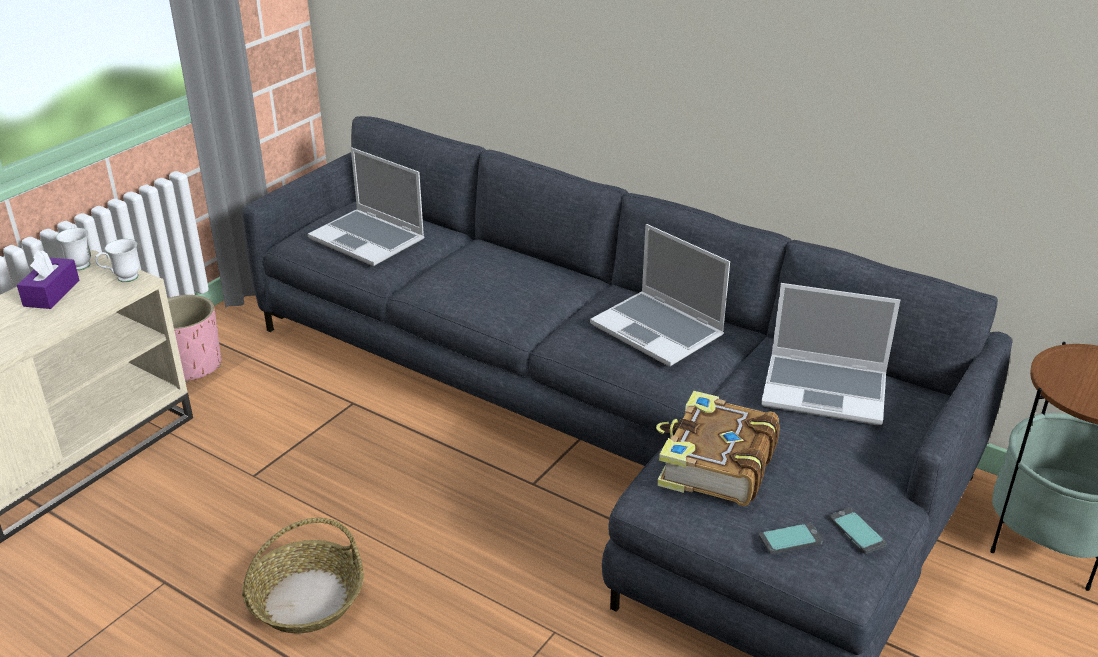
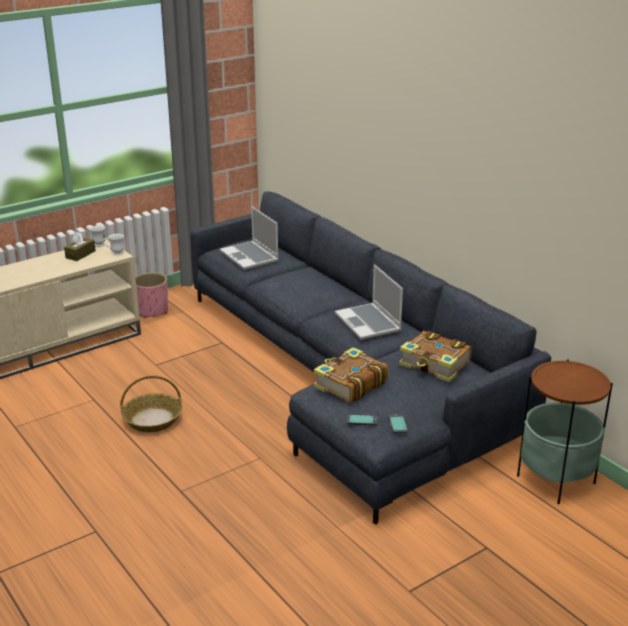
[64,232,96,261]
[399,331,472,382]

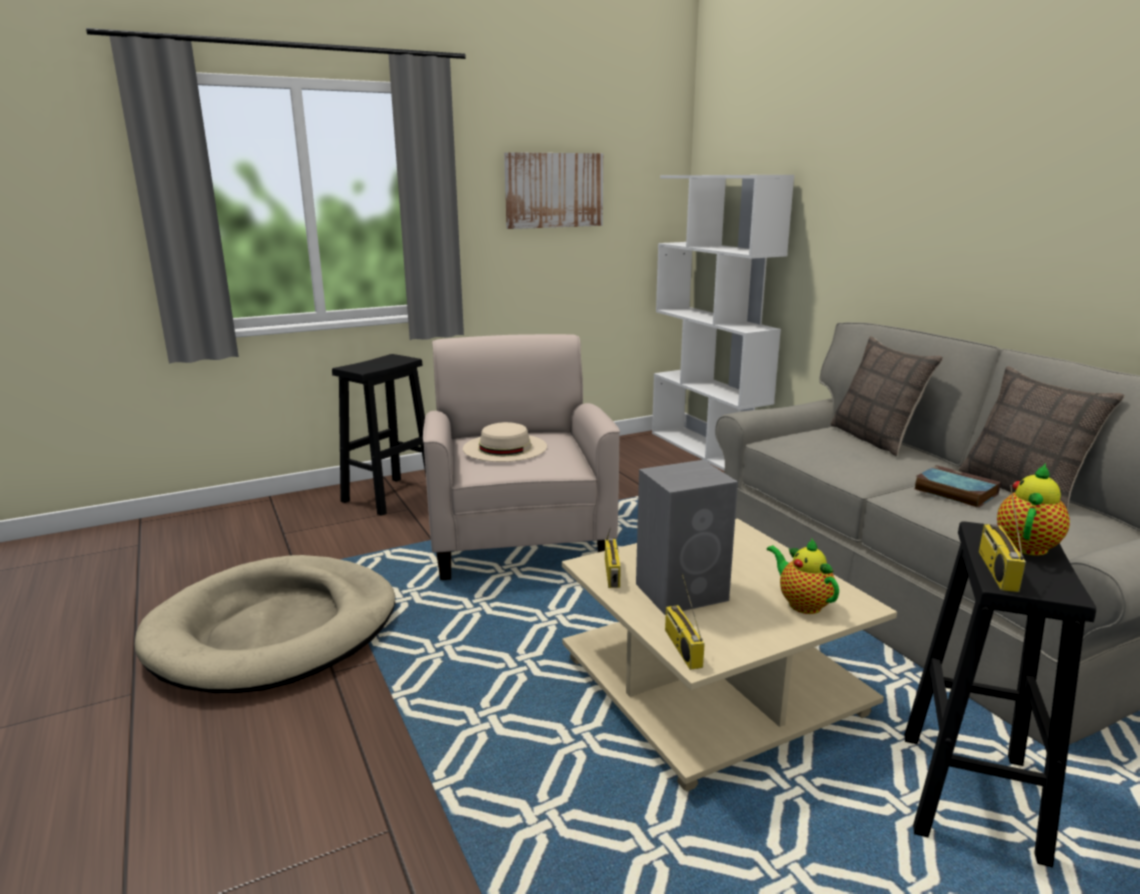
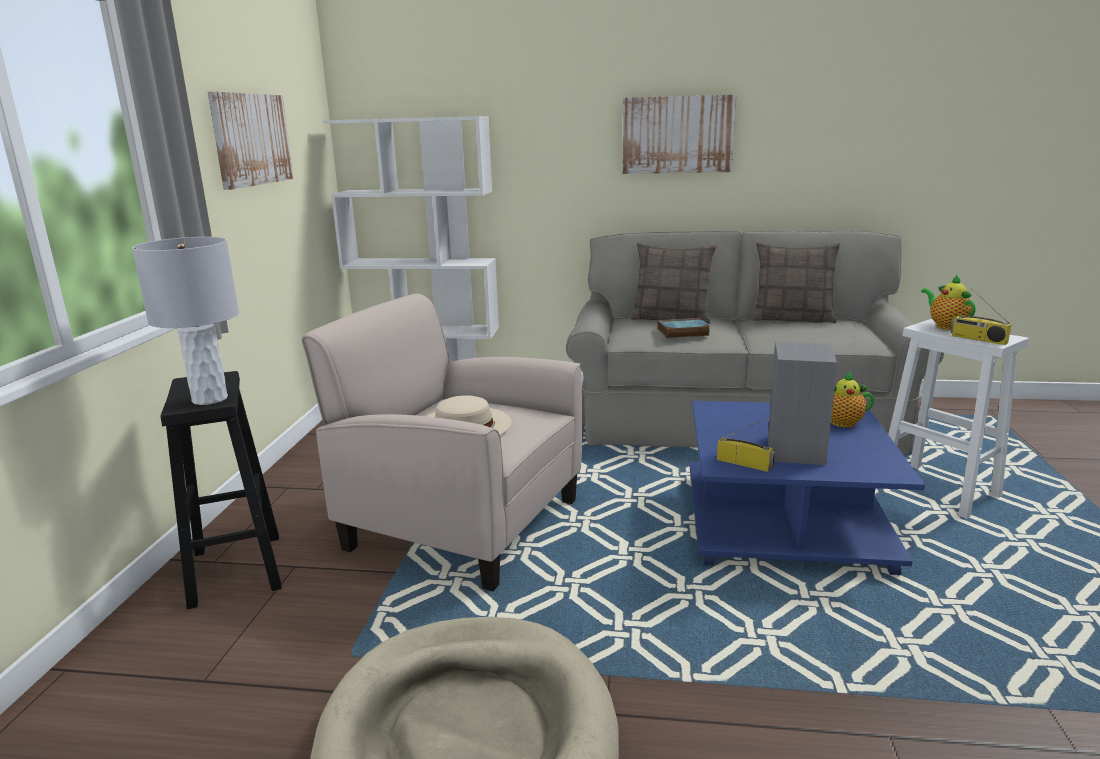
[690,401,925,576]
[665,573,705,670] (first image)
[888,319,1029,519]
[657,318,710,338]
[132,237,239,405]
[623,94,736,174]

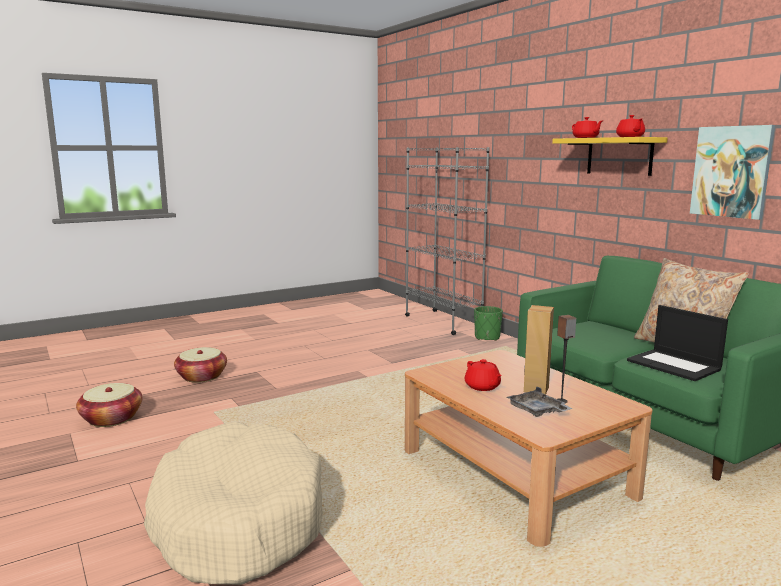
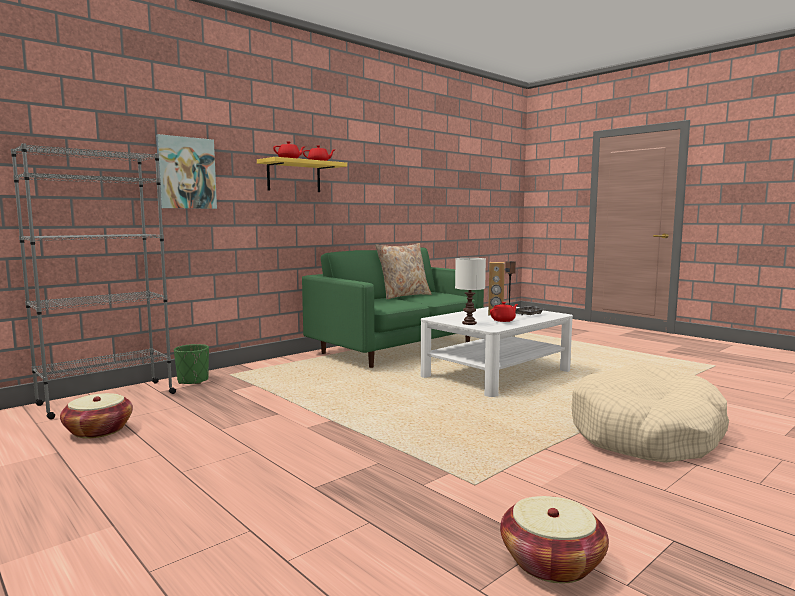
[60,393,133,439]
[421,307,573,397]
[627,305,728,381] (first image)
[156,134,217,209]
[455,258,486,325]

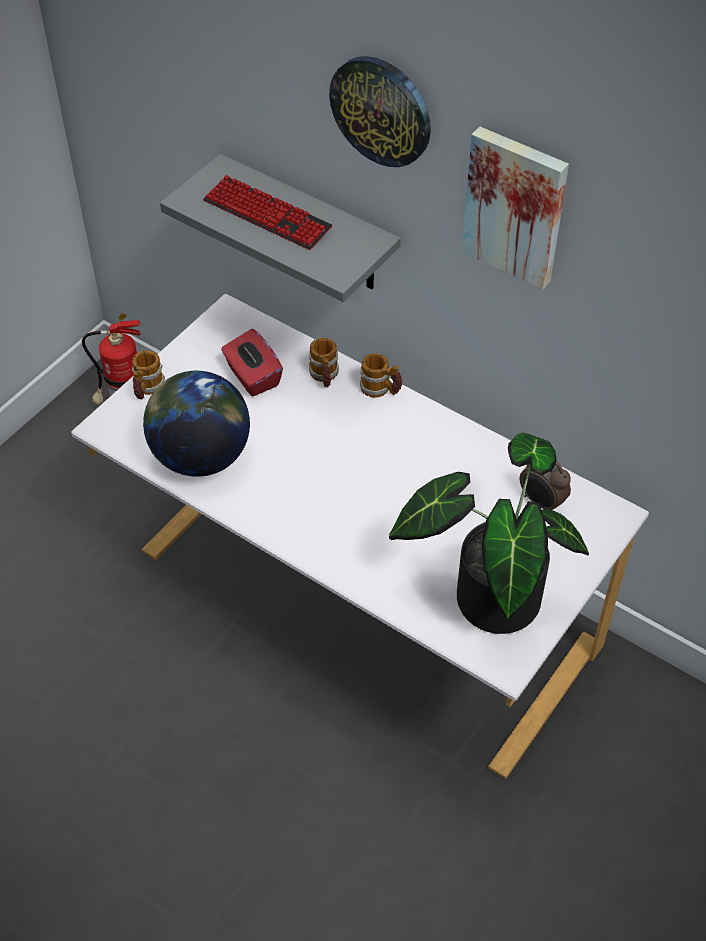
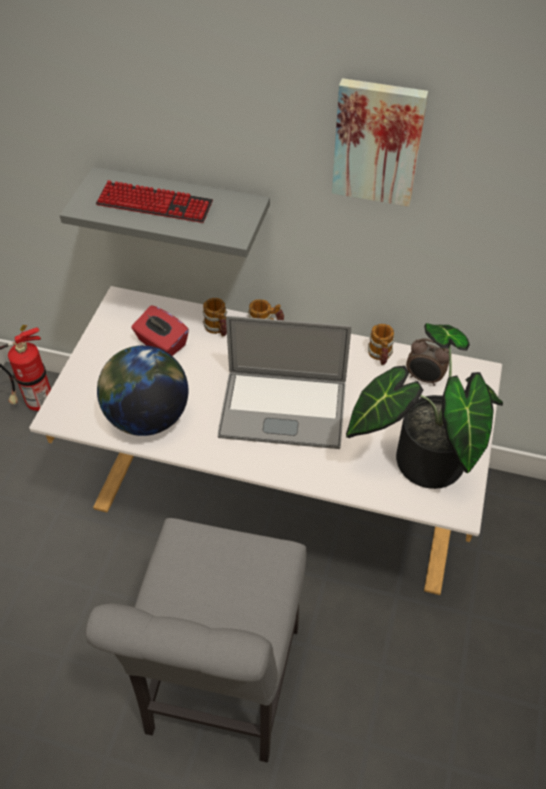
[368,324,394,365]
[329,56,431,167] (first image)
[85,518,306,763]
[218,316,351,449]

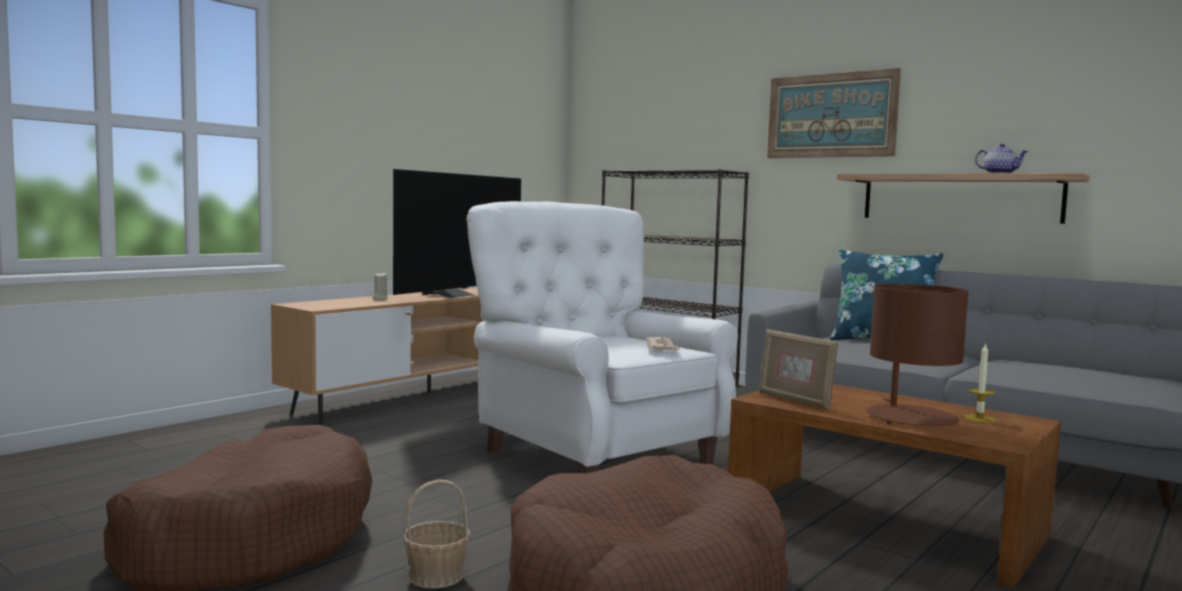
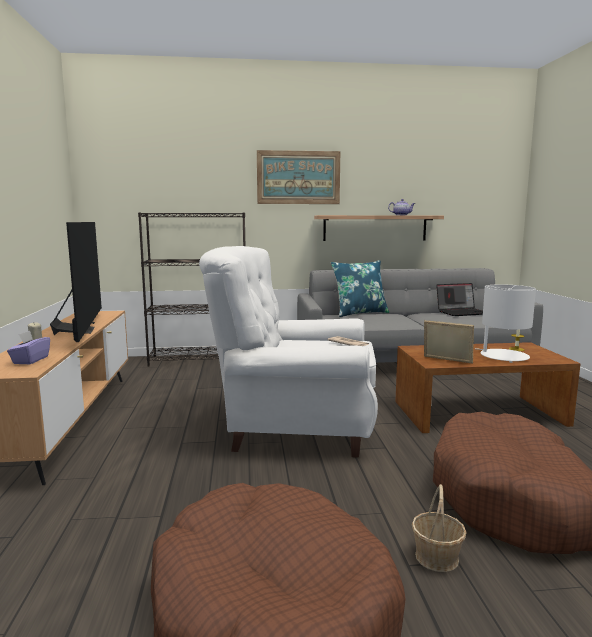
[424,320,474,364]
[475,284,536,363]
[7,331,50,364]
[436,283,483,316]

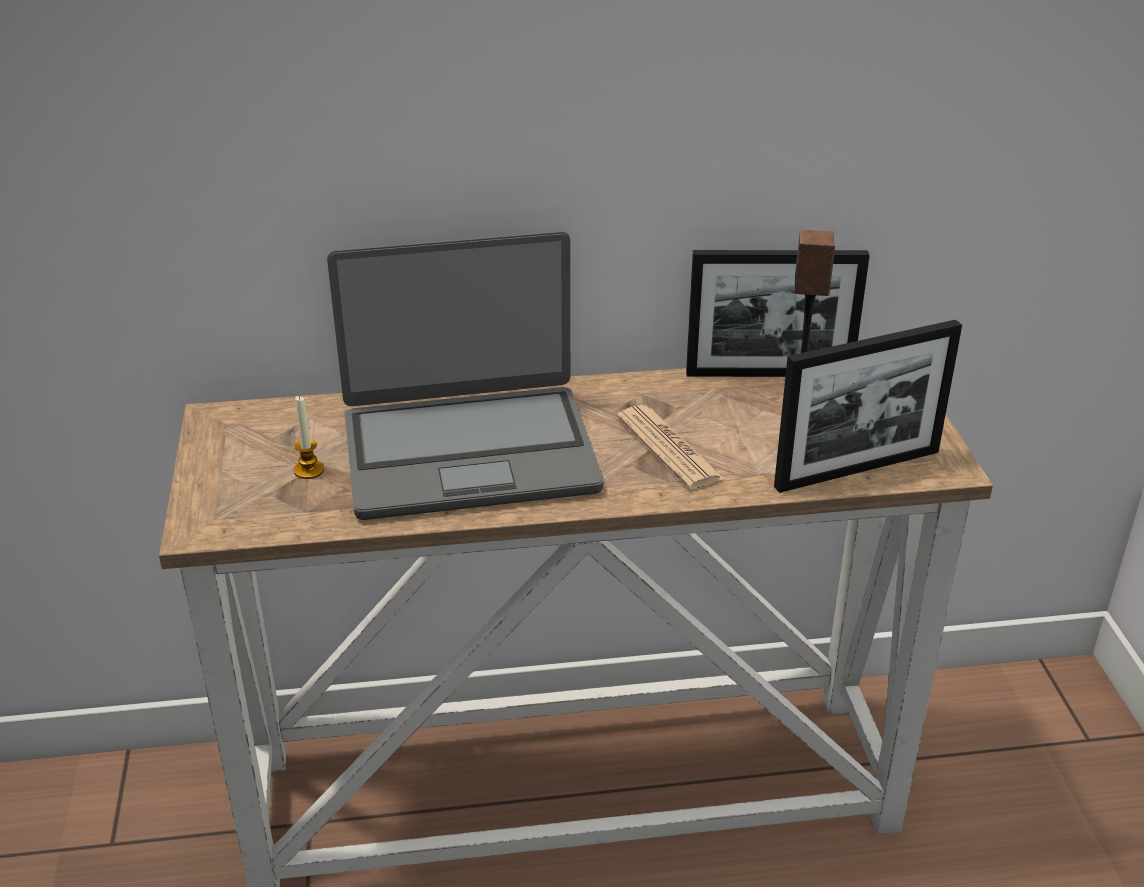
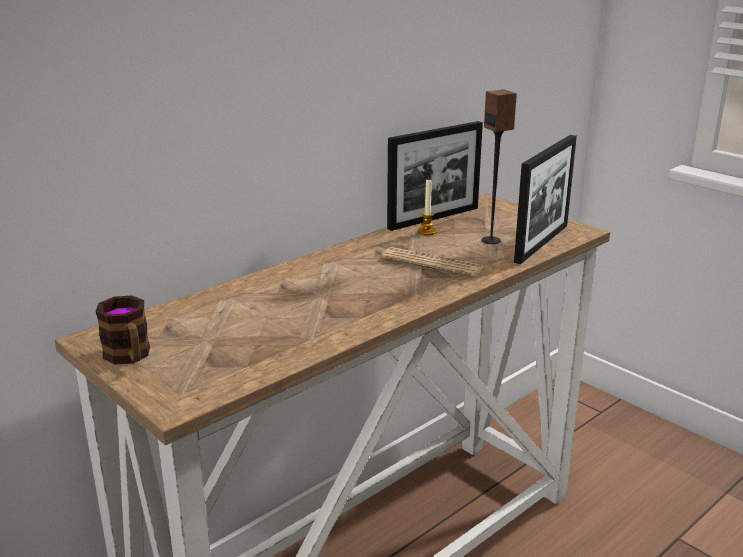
[418,180,437,235]
[327,231,603,520] (first image)
[95,296,150,365]

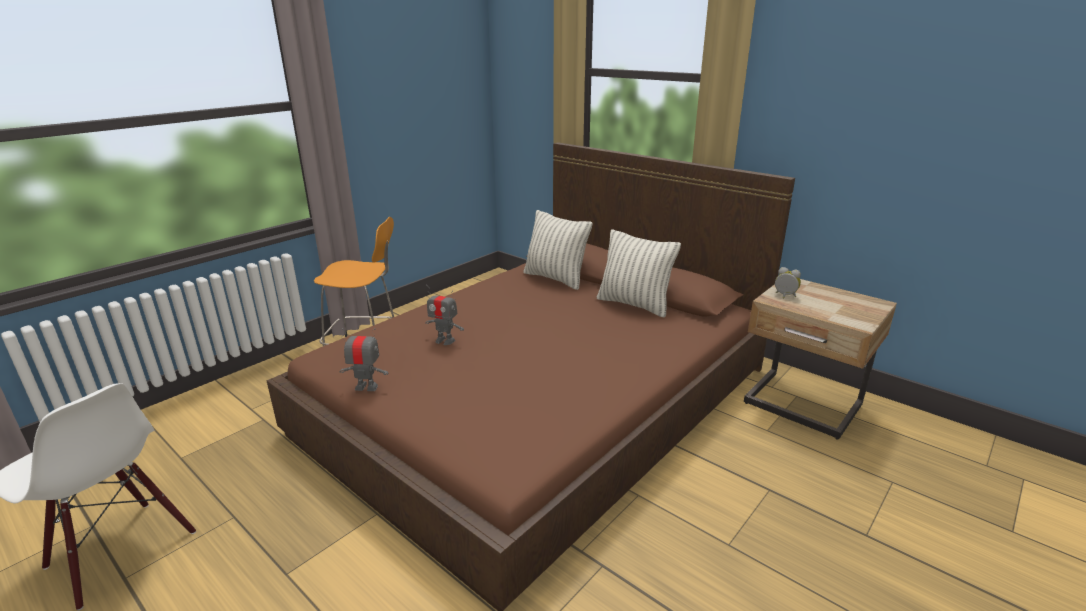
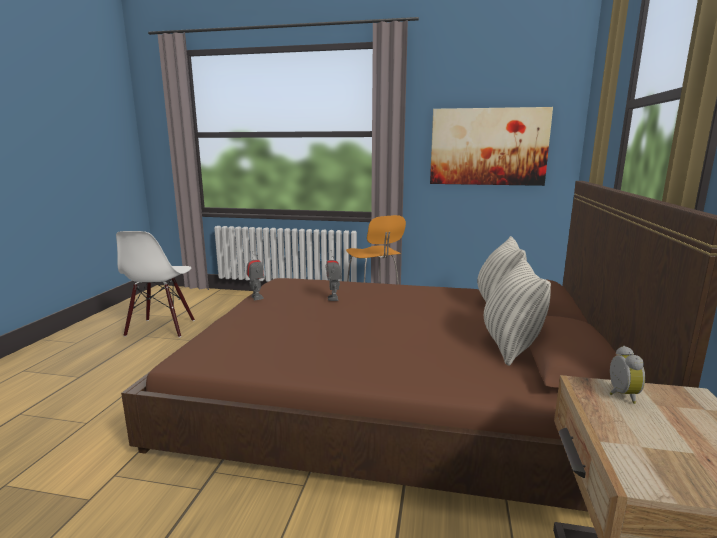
[430,107,553,186]

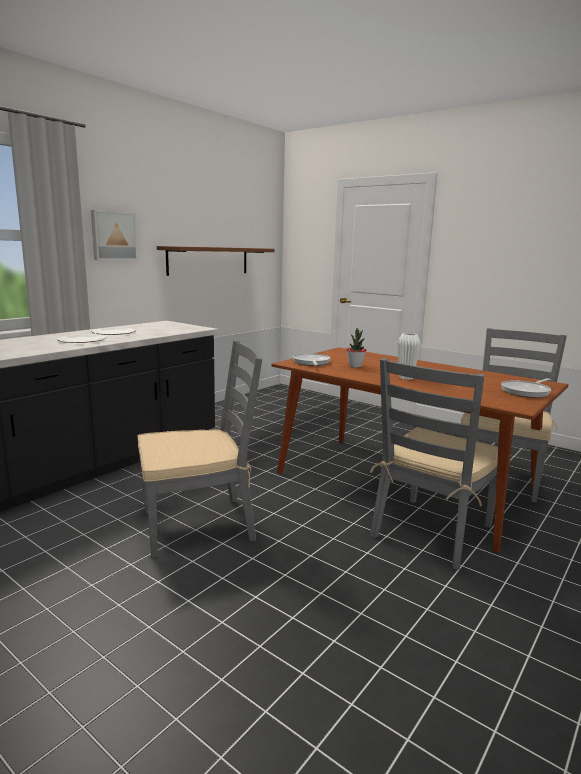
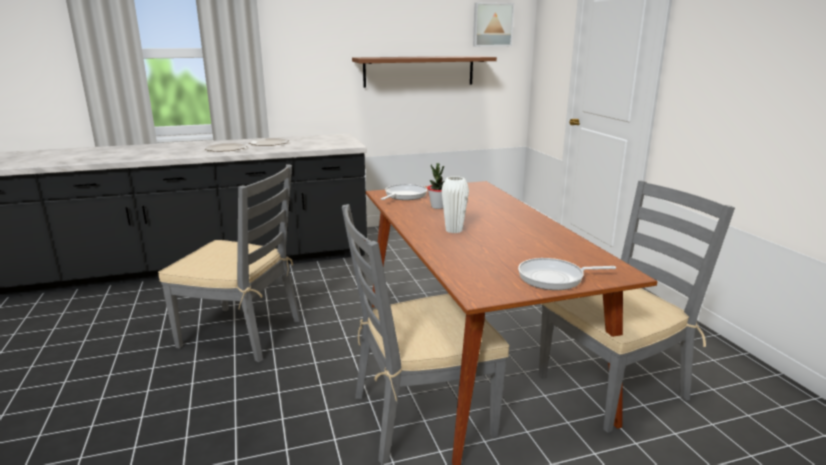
[473,3,514,47]

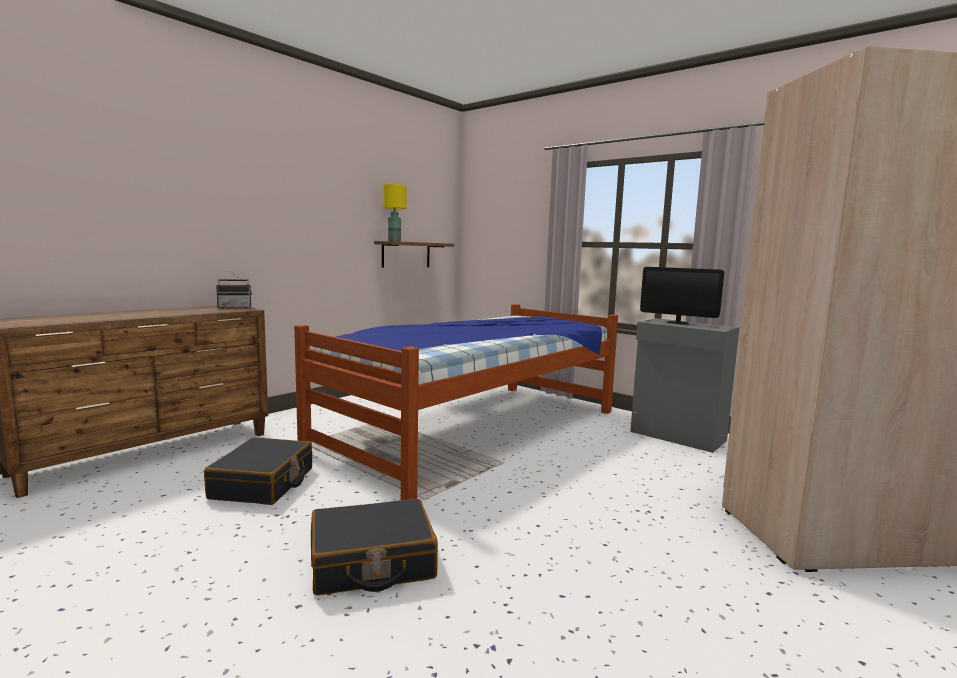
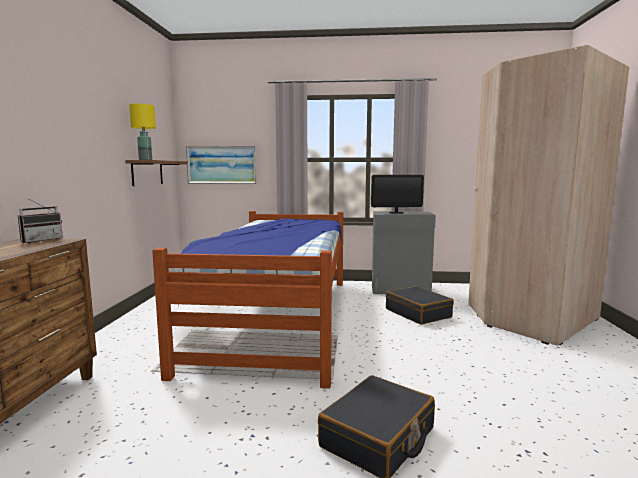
[386,286,454,325]
[186,146,257,184]

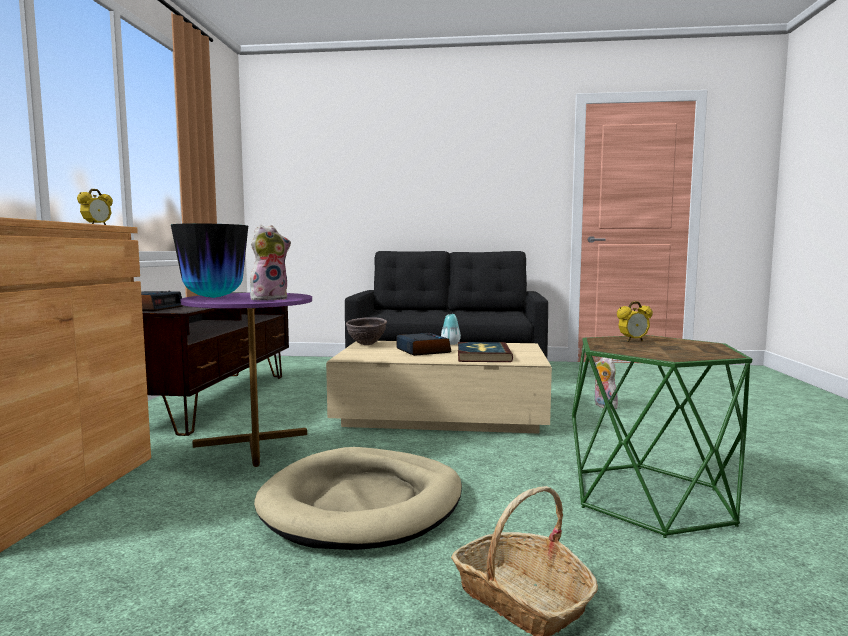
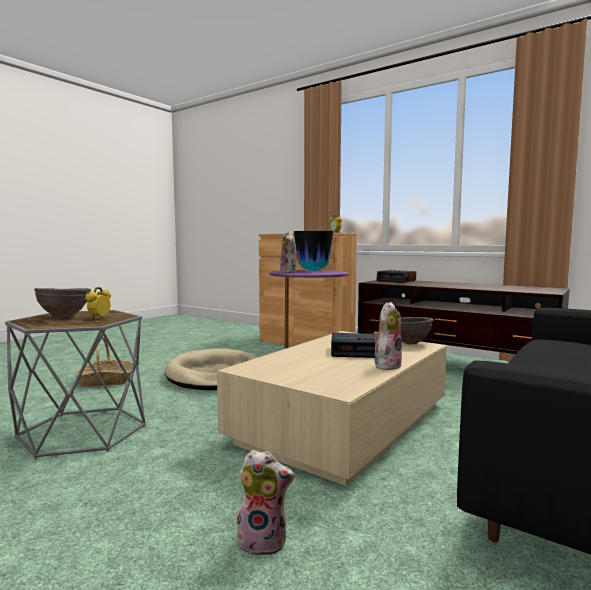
[373,302,402,370]
[458,342,513,362] (first image)
[5,310,146,459]
[34,288,91,317]

